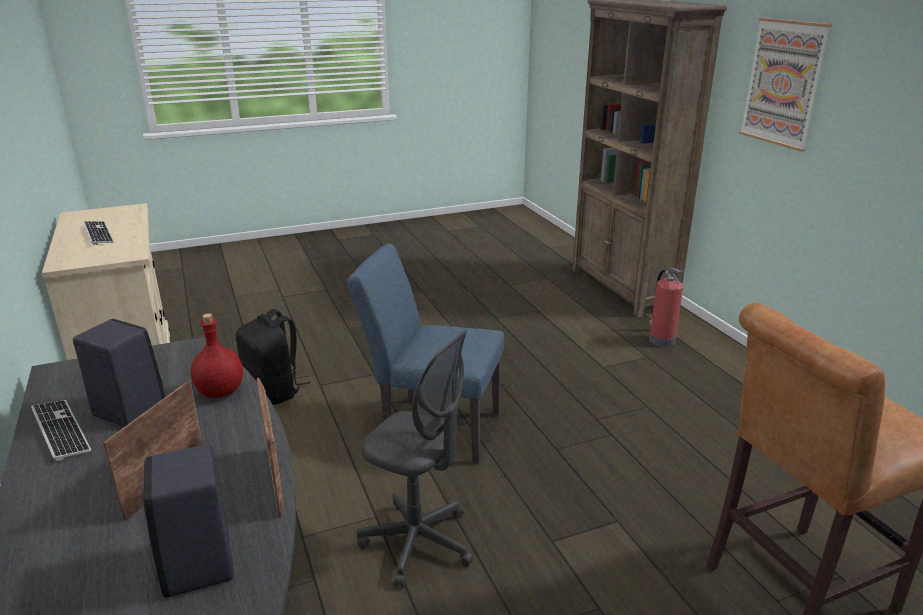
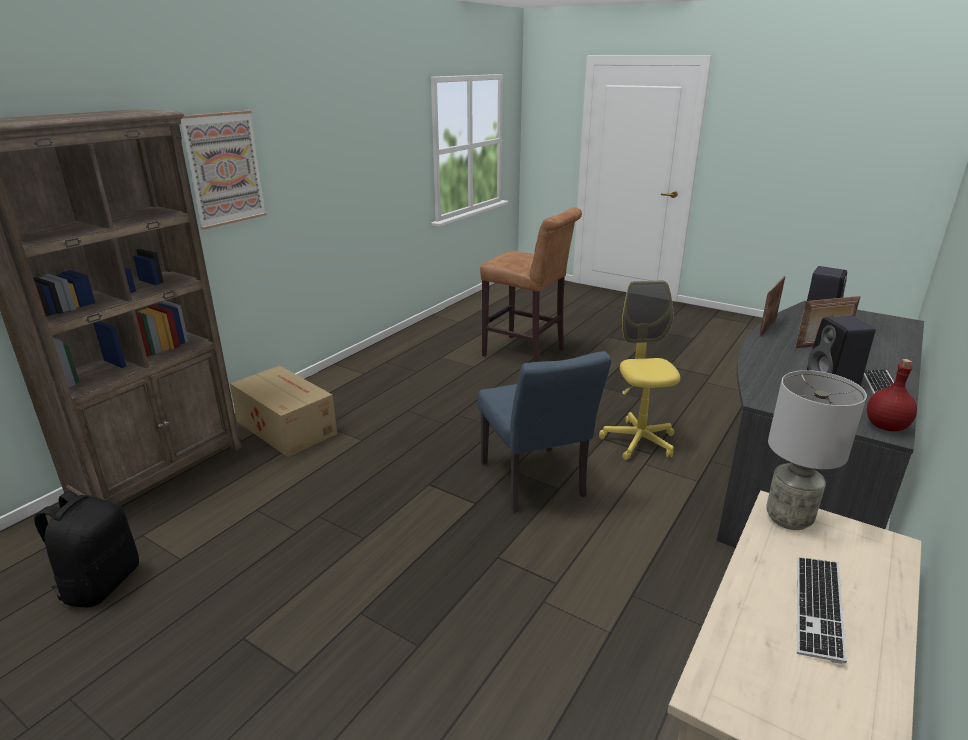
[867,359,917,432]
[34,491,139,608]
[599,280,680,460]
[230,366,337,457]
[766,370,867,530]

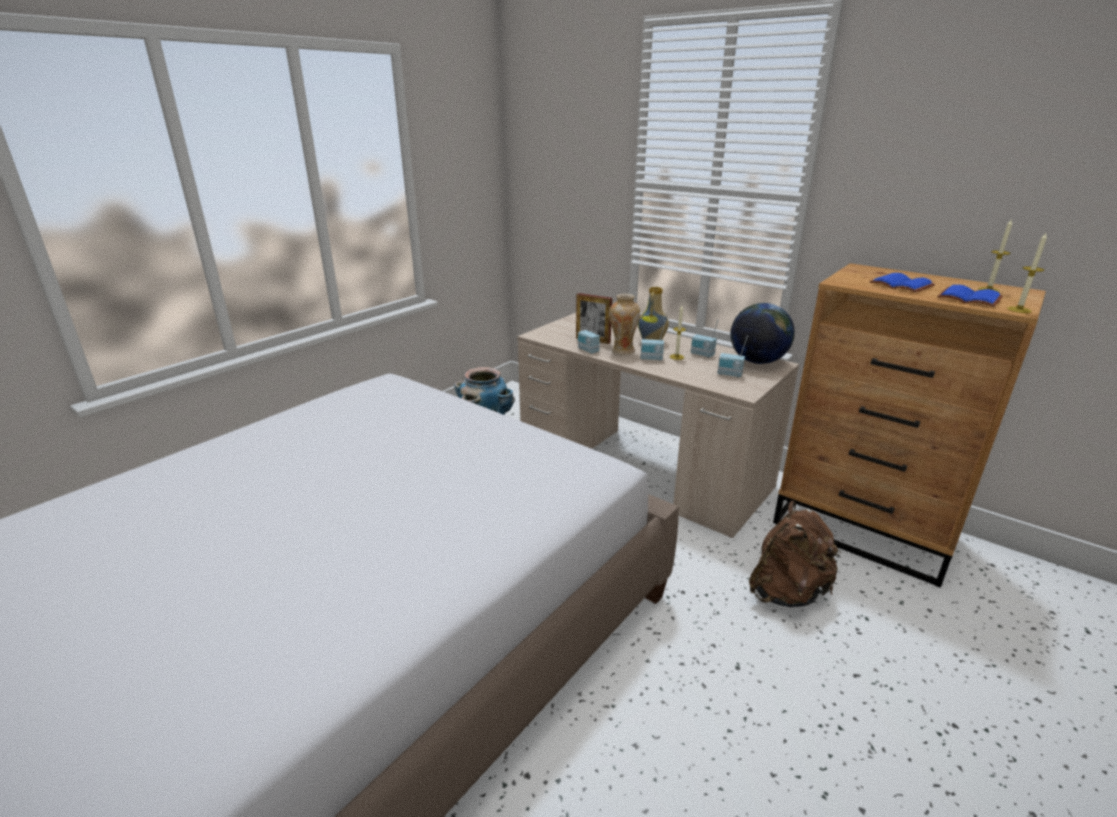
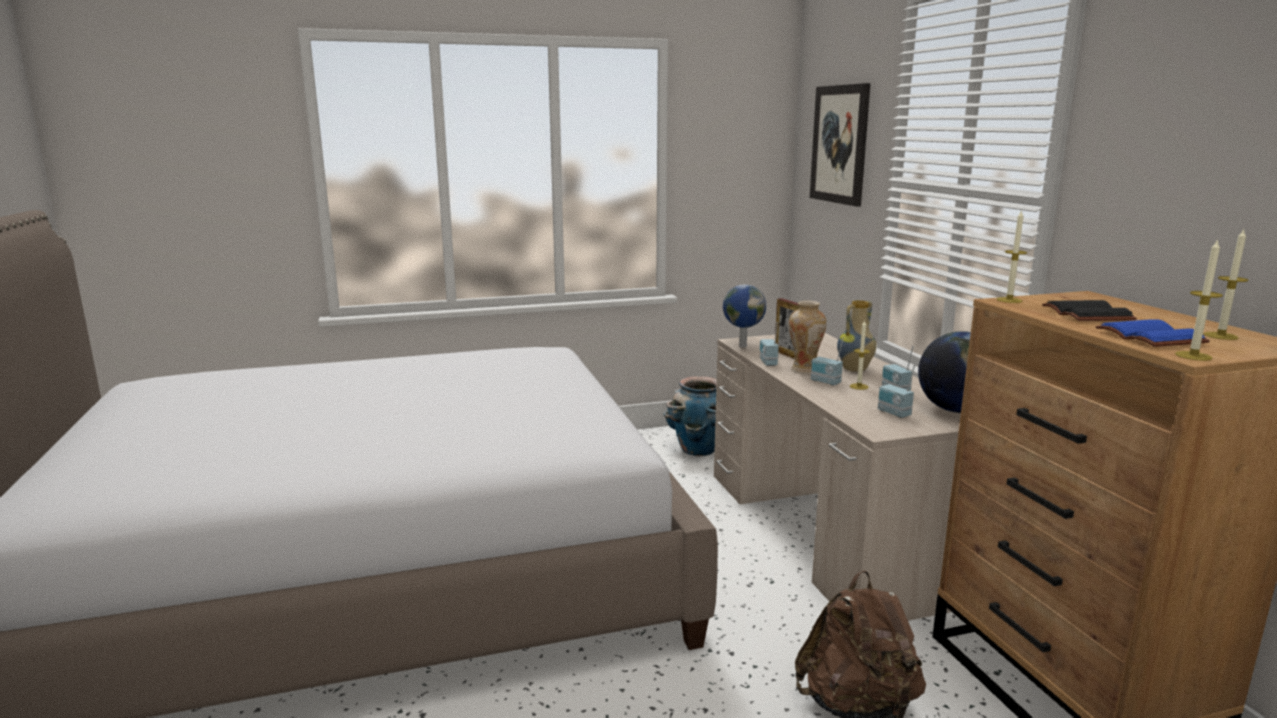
[1042,300,1137,321]
[723,284,766,348]
[810,83,871,207]
[997,210,1027,303]

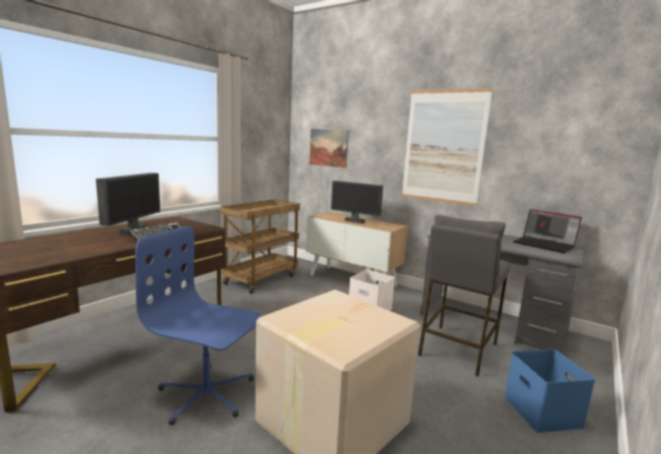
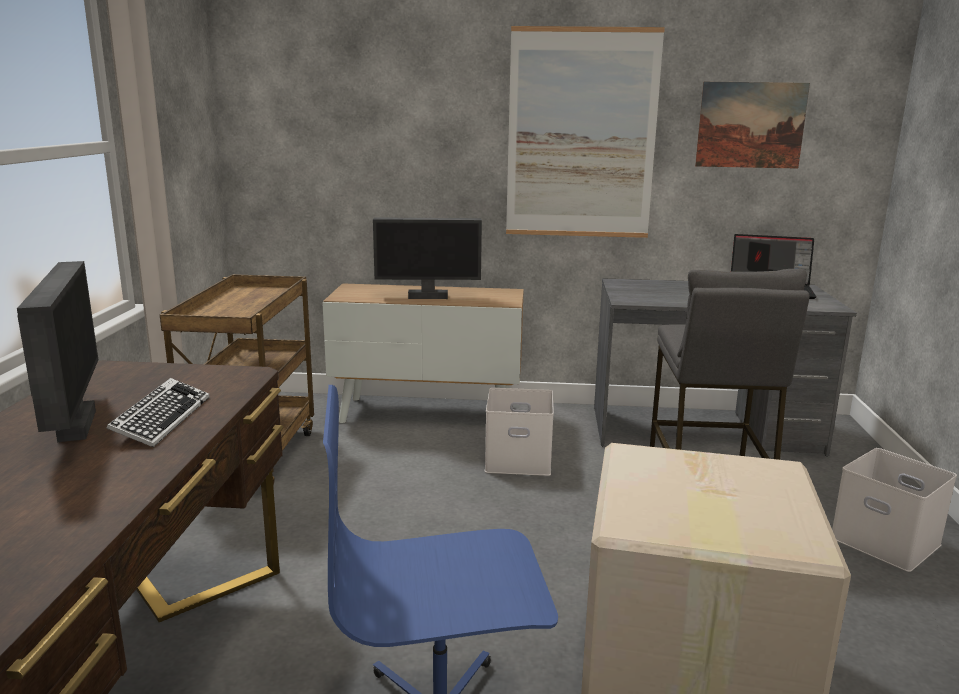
[695,82,810,169]
[832,448,957,572]

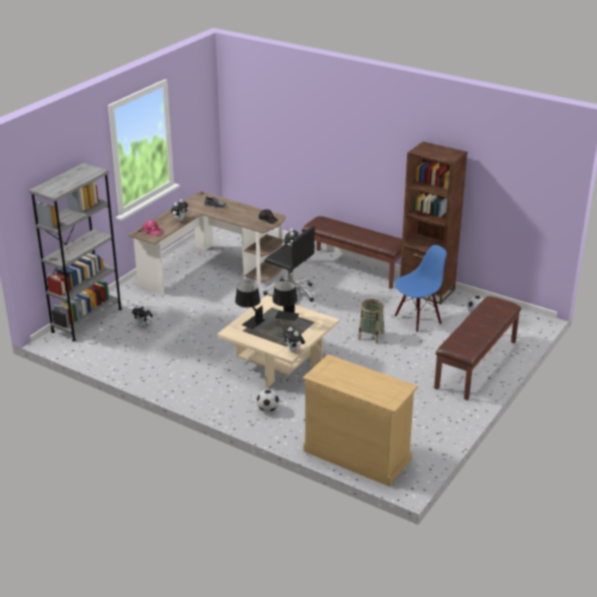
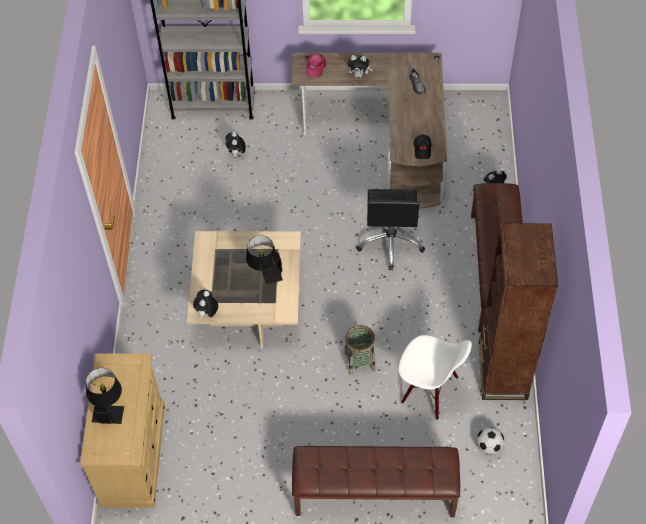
[86,368,124,424]
[257,389,279,412] (first image)
[399,335,472,420]

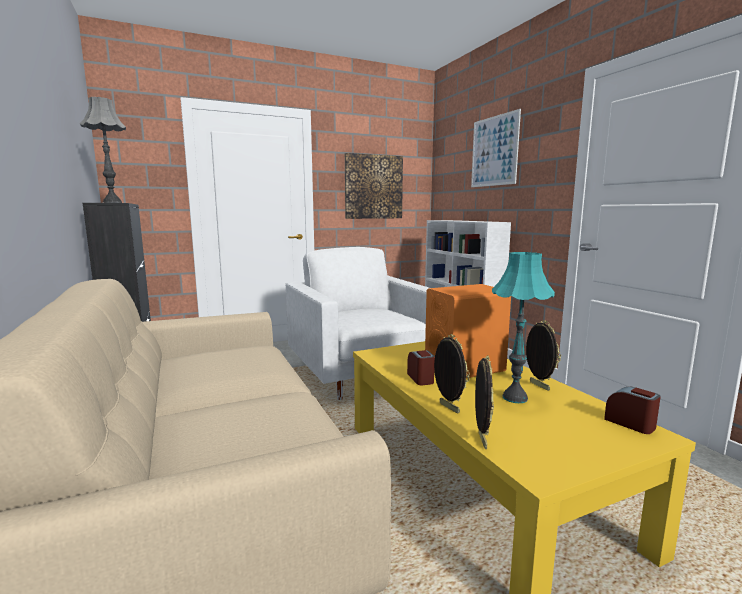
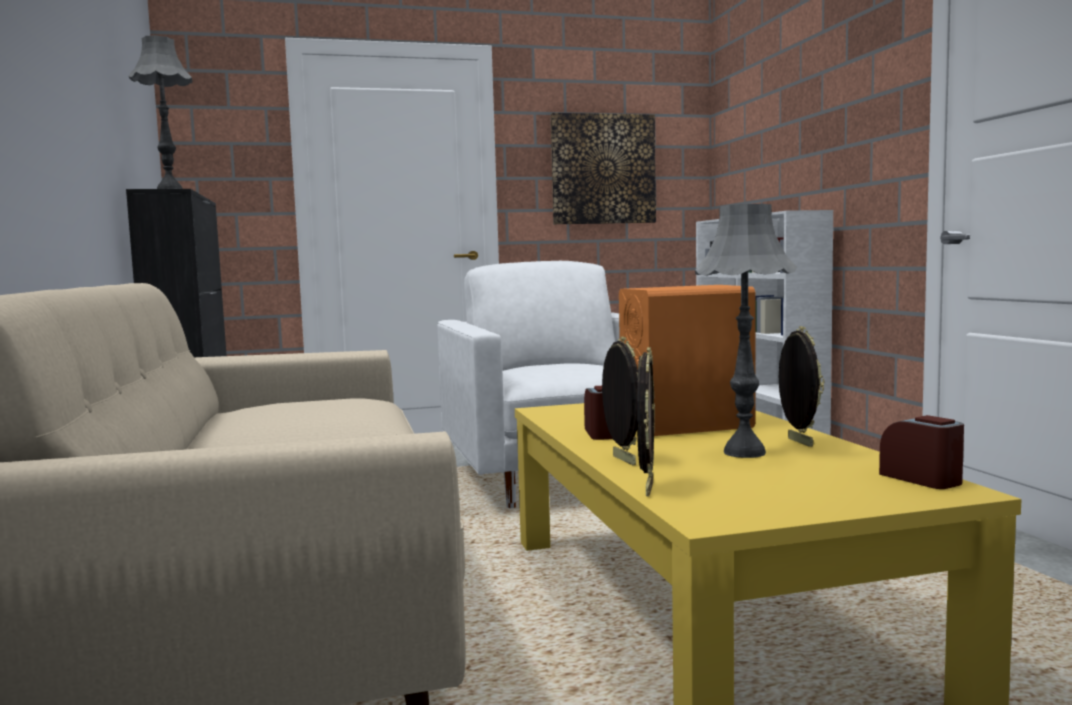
[471,109,521,187] (first image)
[695,204,797,458]

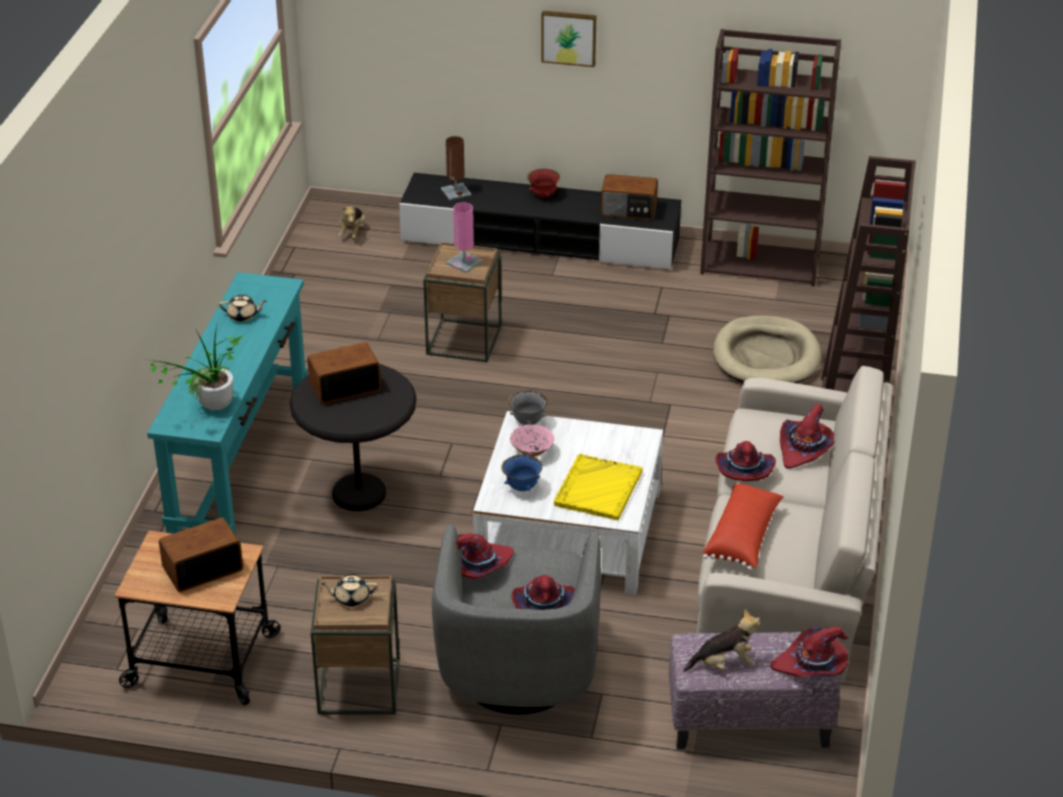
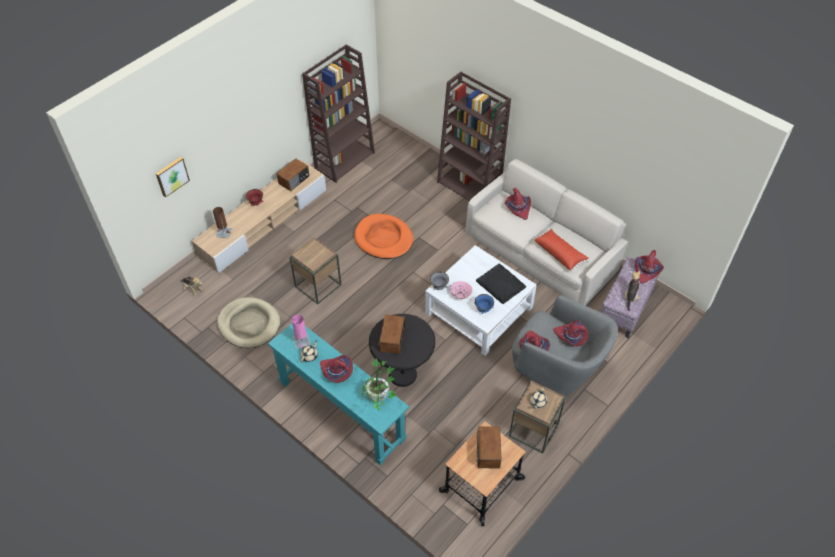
[192,160,326,273]
[292,314,312,350]
[156,157,190,198]
[476,263,526,304]
[217,297,280,348]
[320,355,353,383]
[355,214,413,259]

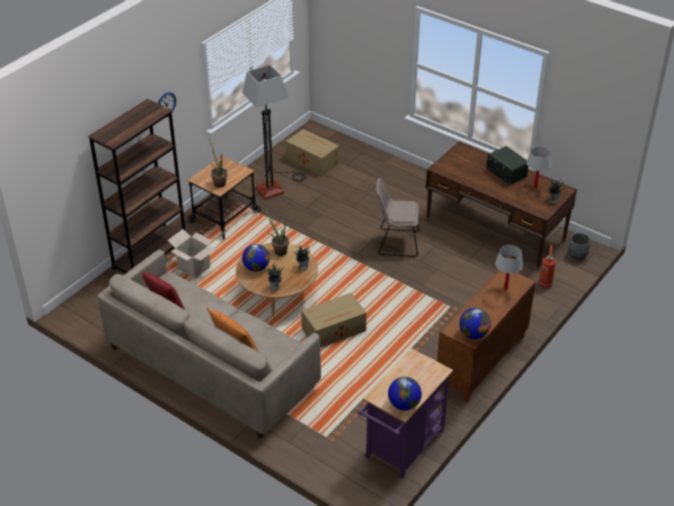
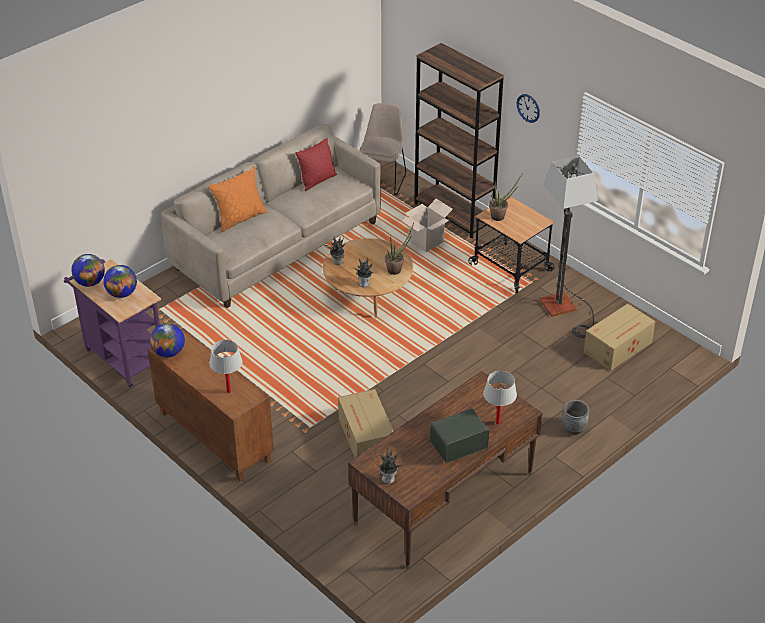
[103,265,137,298]
[338,389,394,458]
[359,103,406,195]
[483,371,517,425]
[539,245,556,288] (first image)
[562,400,589,435]

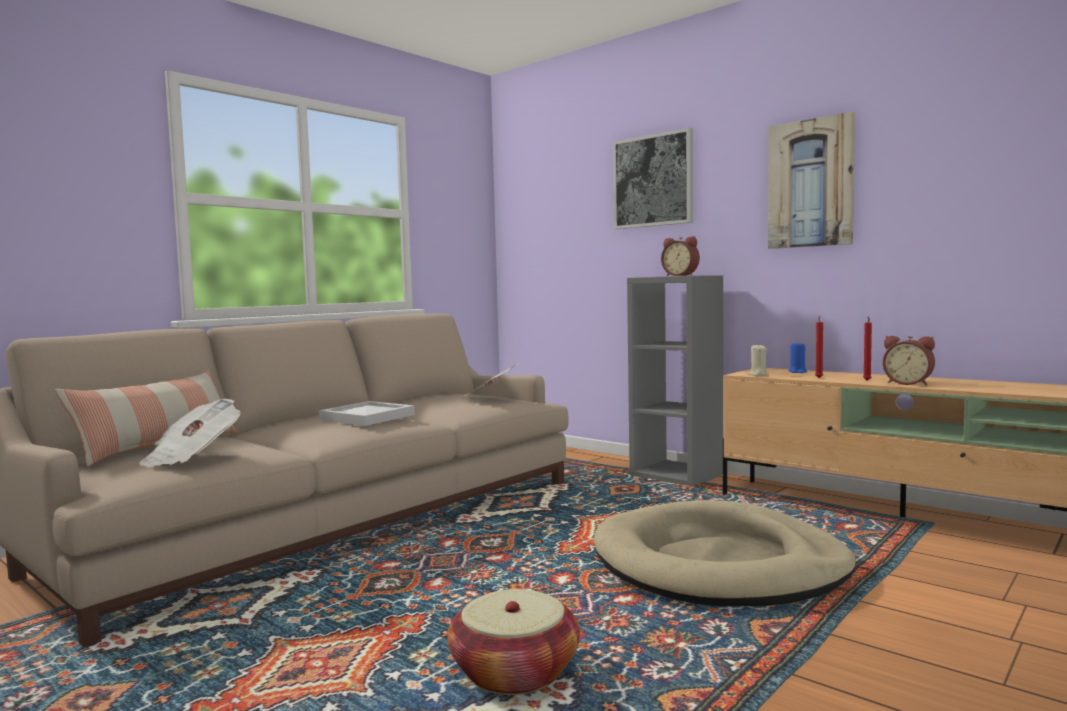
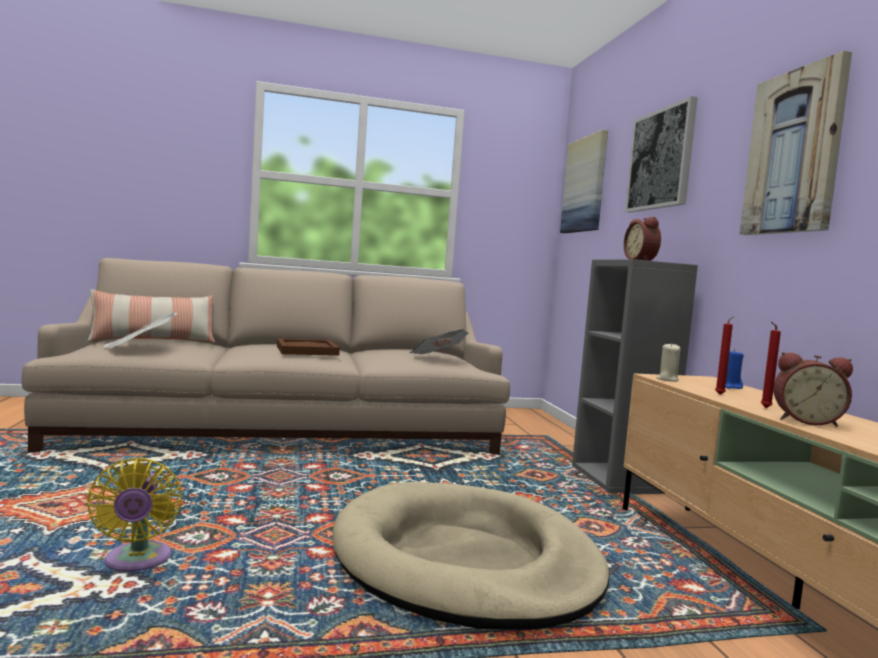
[277,339,340,356]
[87,458,182,571]
[774,352,853,427]
[560,130,608,233]

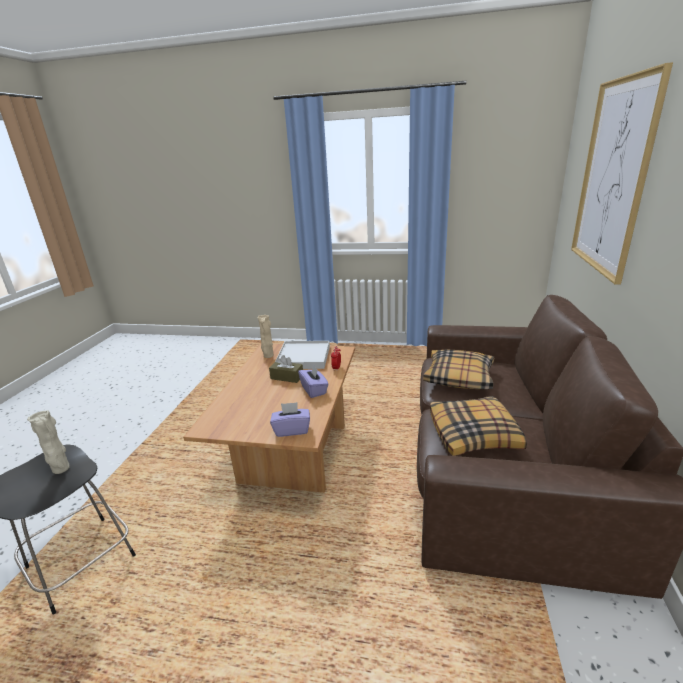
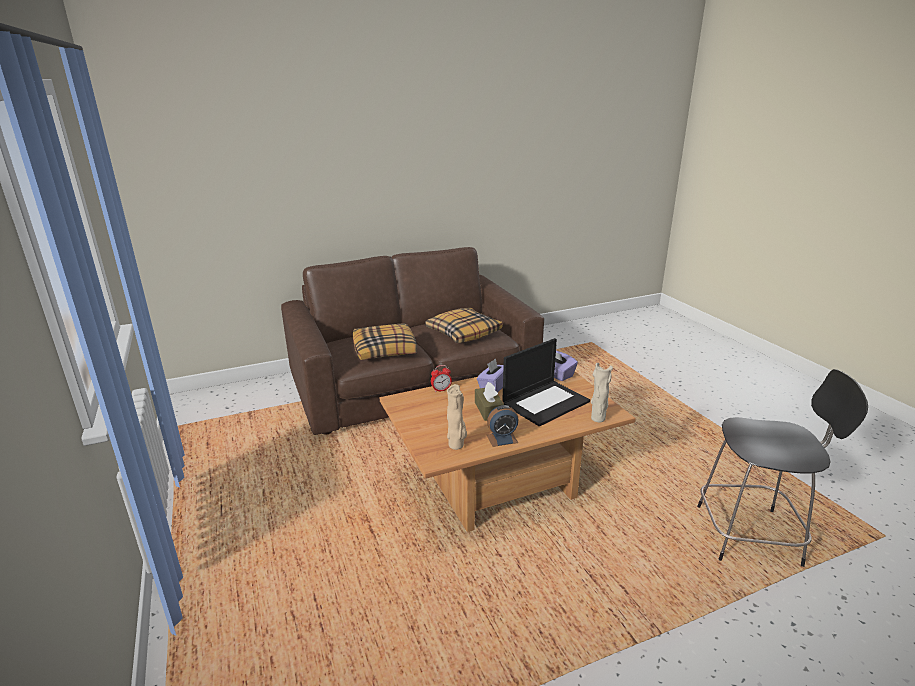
[591,363,613,422]
[275,341,330,369] (first image)
[571,62,673,285] (first image)
[487,405,518,447]
[502,338,590,426]

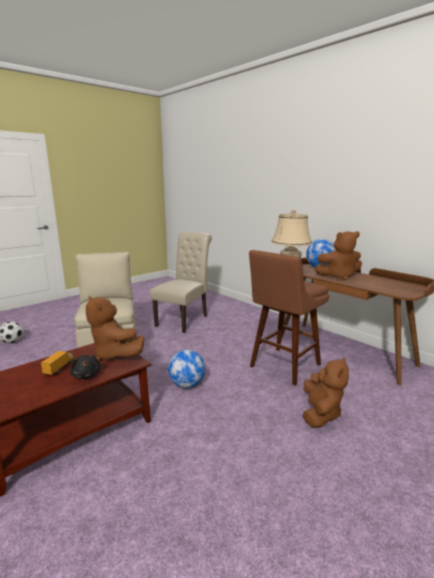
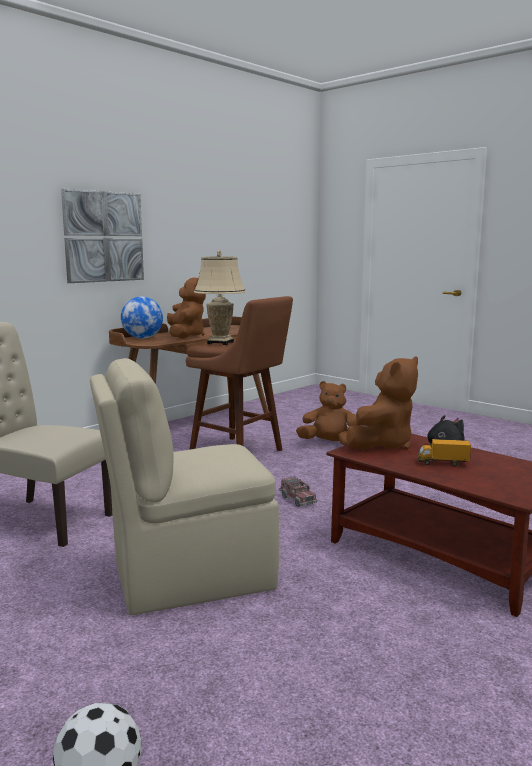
[279,476,317,507]
[61,189,144,283]

